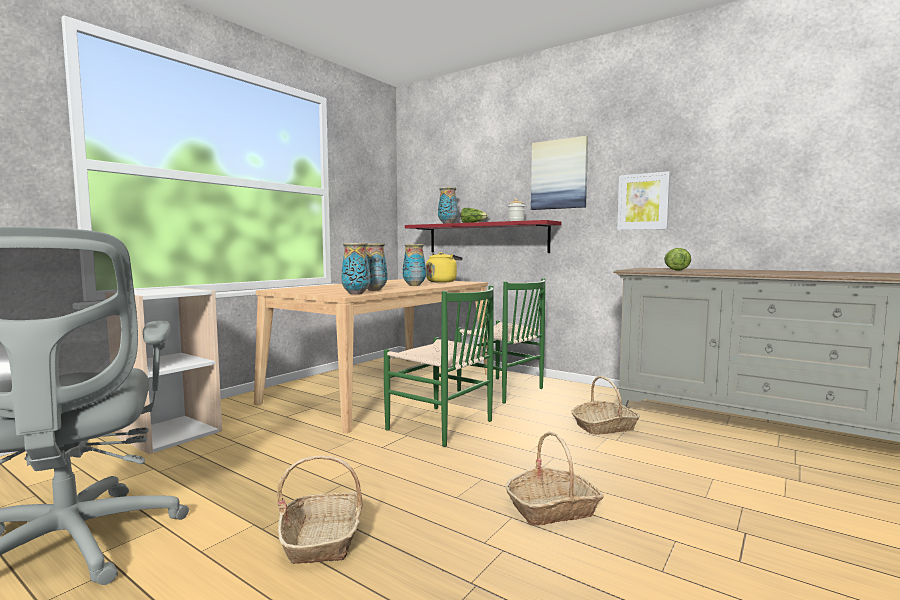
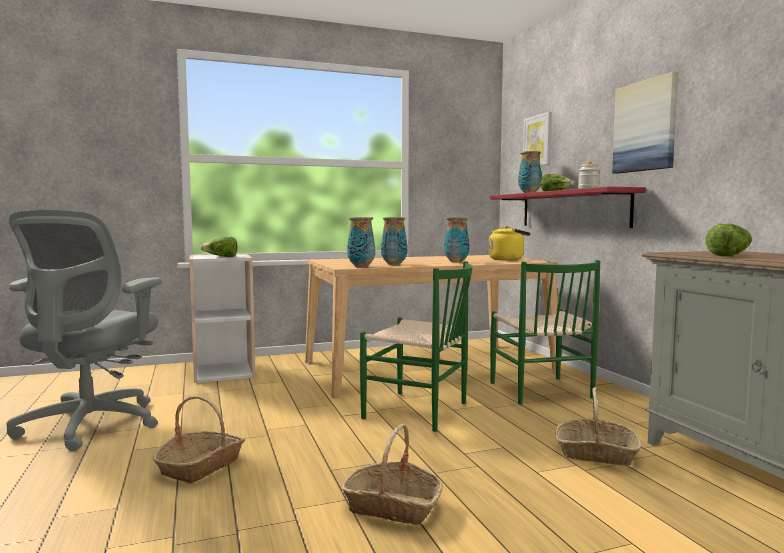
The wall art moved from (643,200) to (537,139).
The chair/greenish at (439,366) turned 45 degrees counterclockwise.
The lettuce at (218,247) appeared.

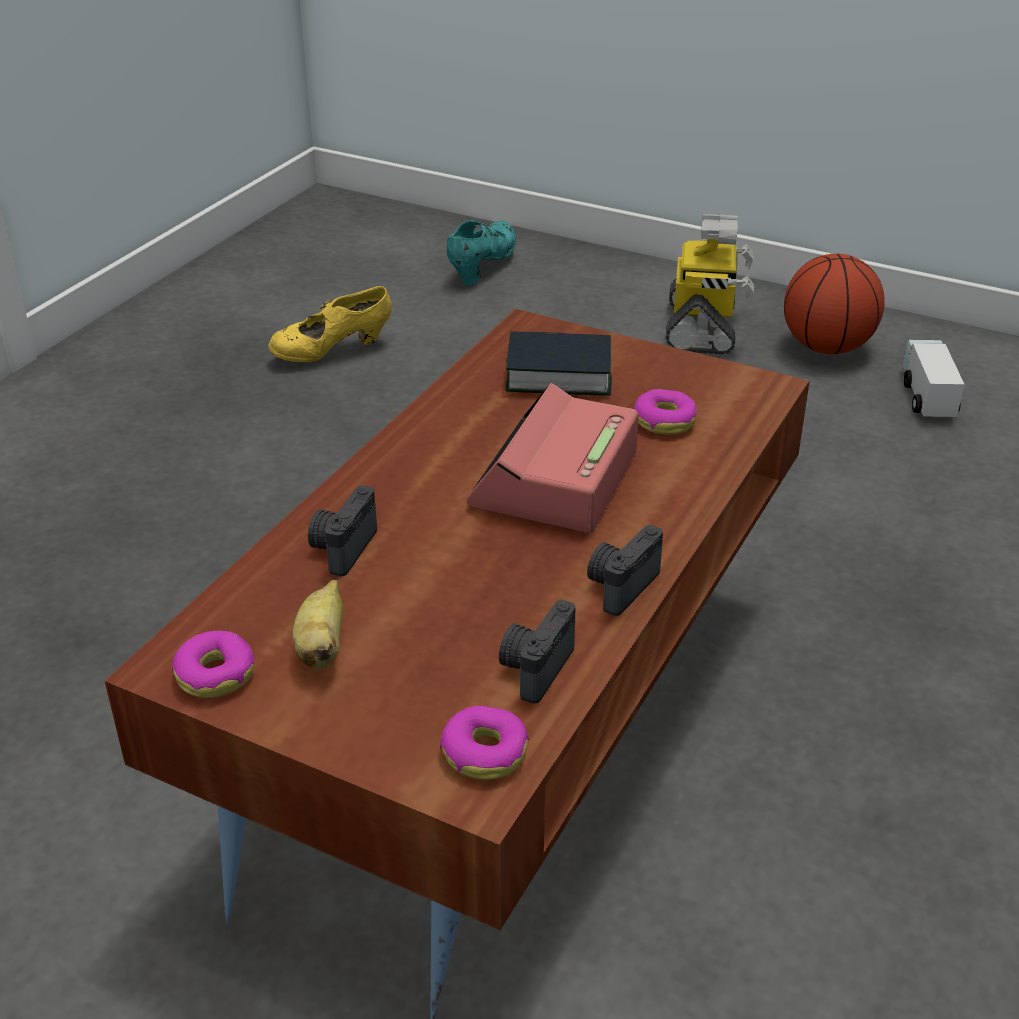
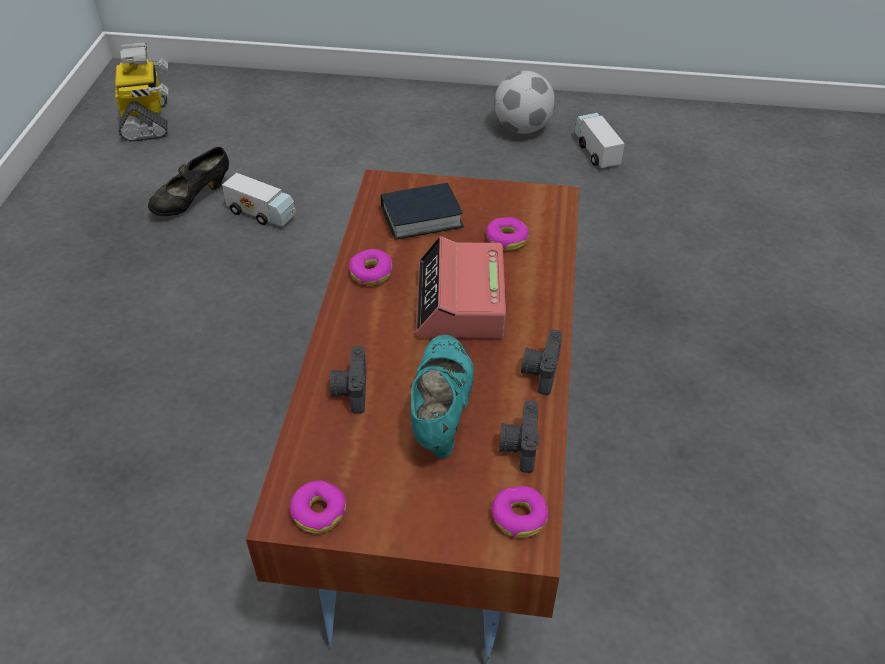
The toy robot moved from (710,284) to (141,92).
The low shoe/turquoise-coloured moved from (481,252) to (442,396).
The basketball ball at (834,304) was replaced by the football ball at (524,102).
The low shoe/yellow-coloured at (330,324) became the low shoe/black-coloured at (188,182).
The banana at (318,625) disappeared.
The model truck at (259,200) appeared.
The donut at (370,267) appeared.

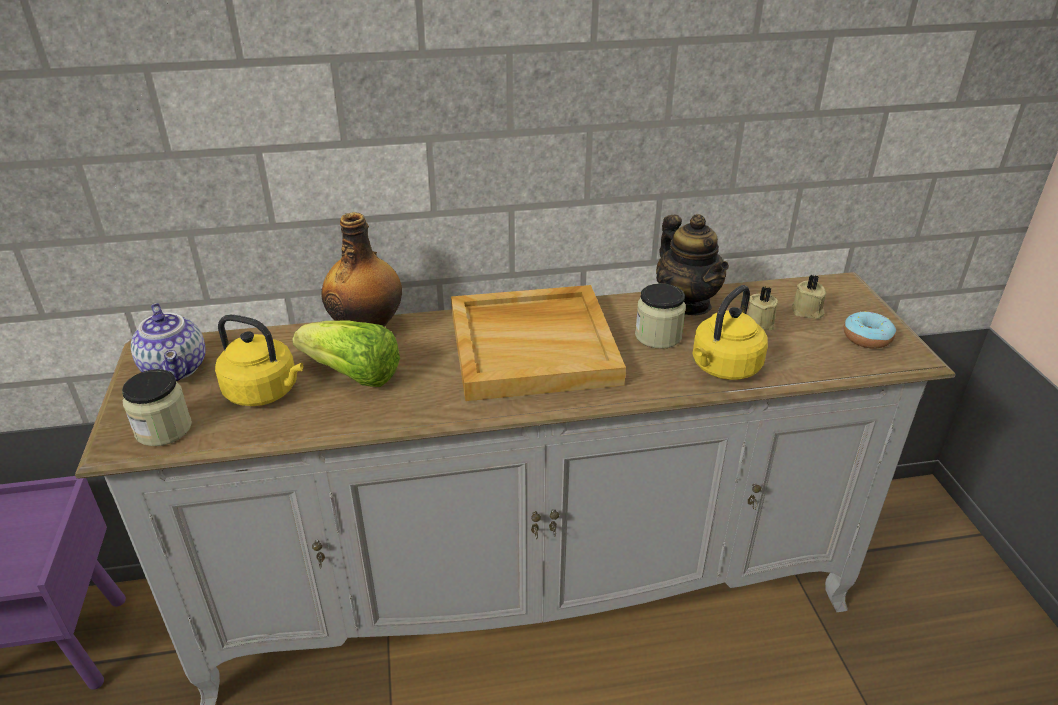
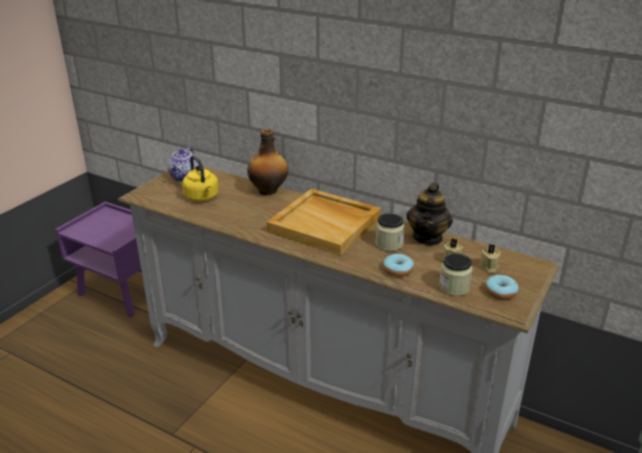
The tea kettle/yellow-coloured at (730,332) was replaced by the donut at (398,265).
The lettuce at (346,354) disappeared.
The preserve jar moved from (157,407) to (456,274).

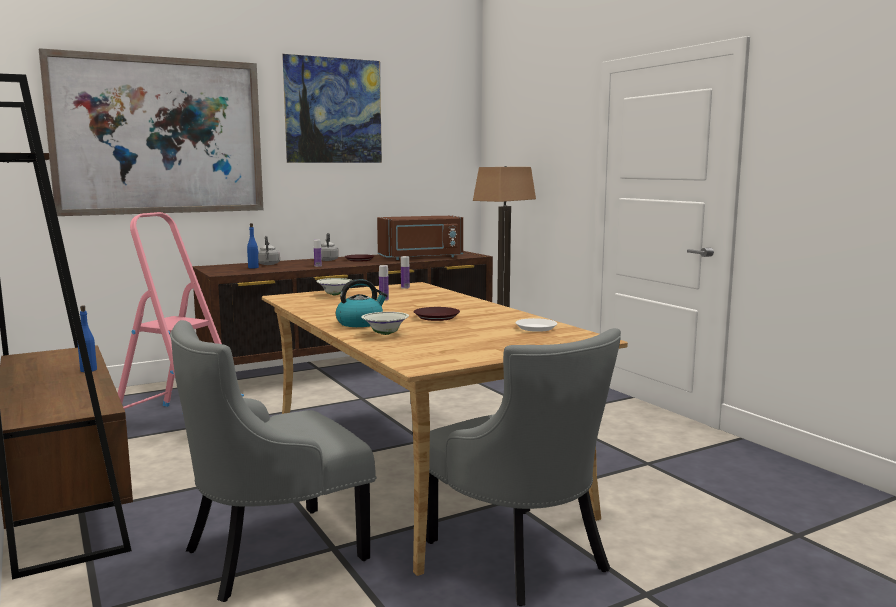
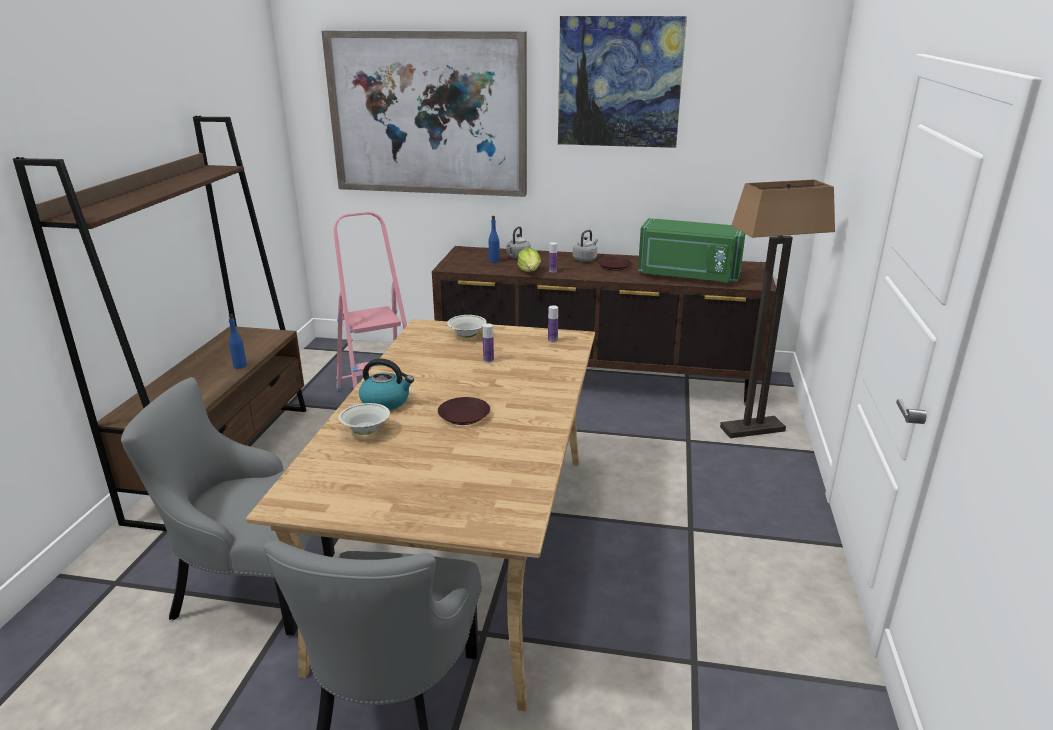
The microwave/brown-coloured at (420,237) became the microwave/greenish at (691,250).
The plate/white at (536,325) disappeared.
The lettuce at (529,260) appeared.

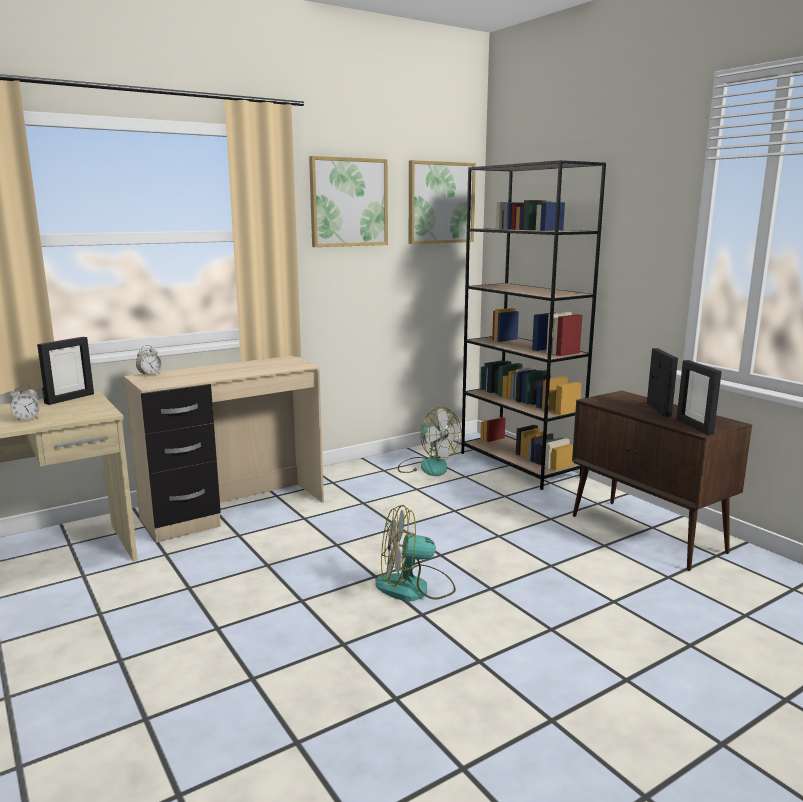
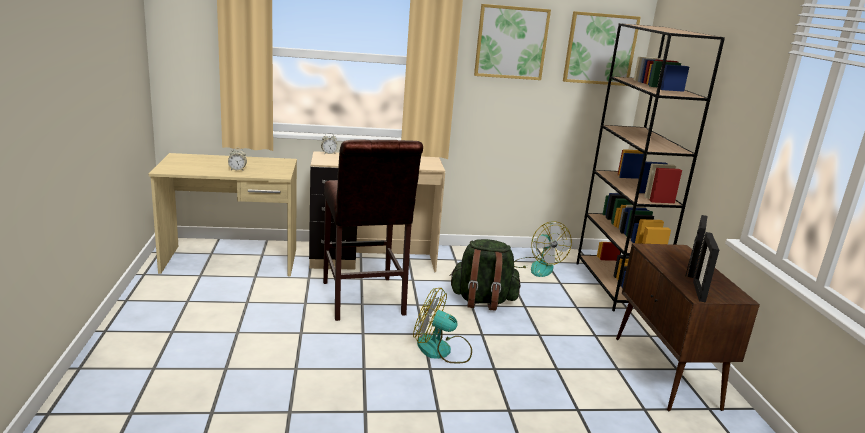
The standing frame at (65,371) disappeared.
The stool/brown-coloured at (373,230) appeared.
The backpack/greenish at (485,275) appeared.

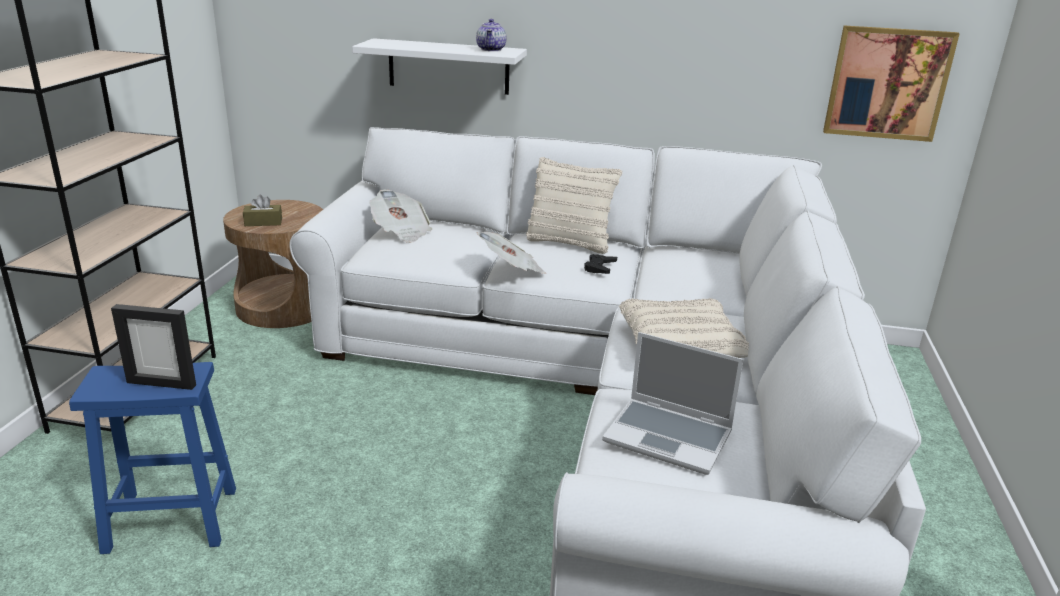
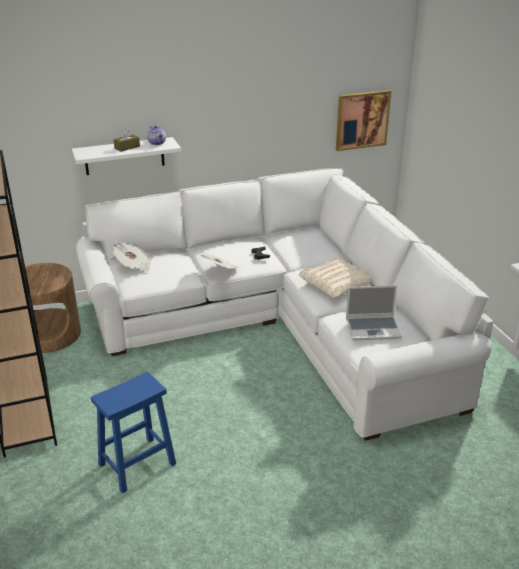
The pillow/beige at (574,205) disappeared.
The tissue box/brown-coloured moved from (262,210) to (126,140).
The standing frame at (153,347) disappeared.

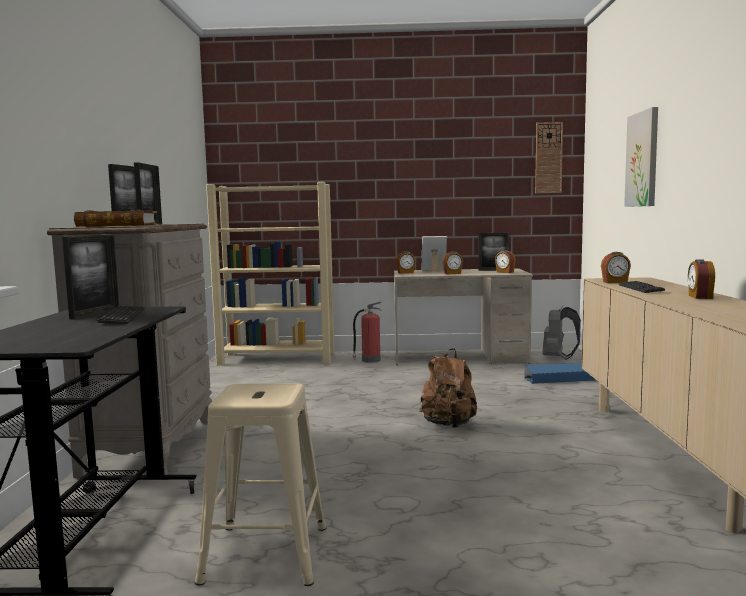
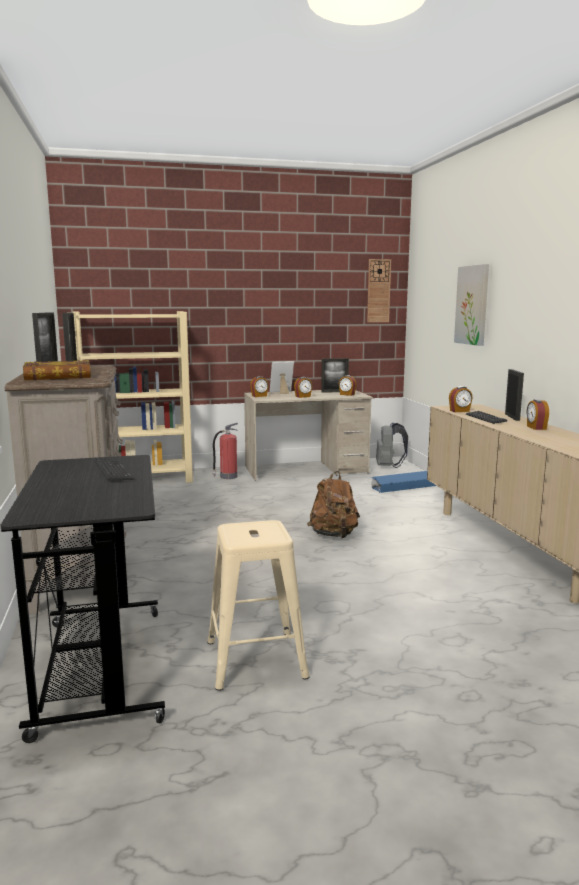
The standing frame moved from (90,277) to (514,395).

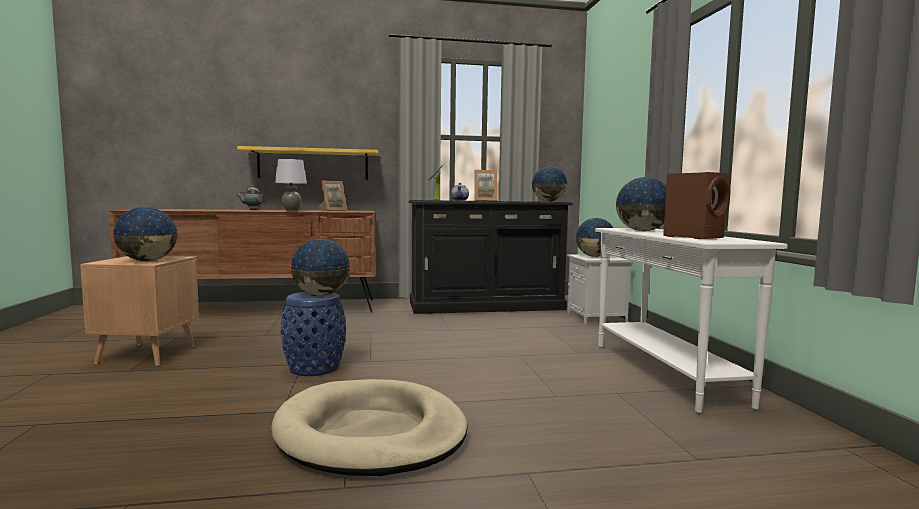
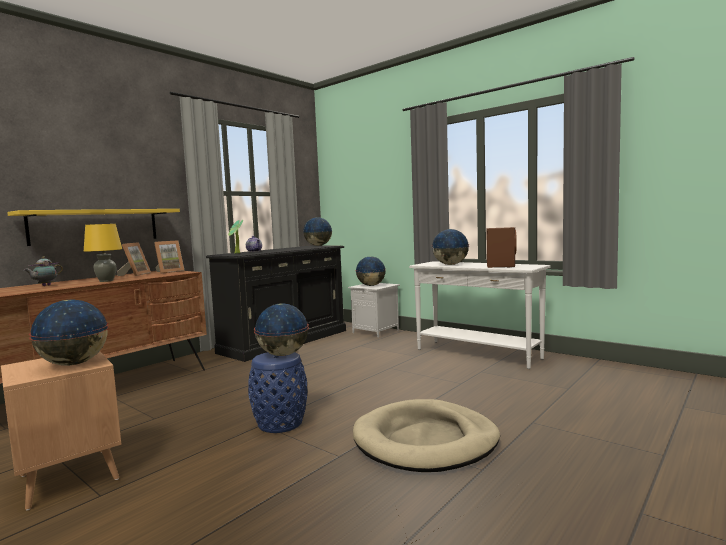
The table lamp/gray at (291,185) became the table lamp/yellow-coloured at (103,253).
The standing frame moved from (485,185) to (169,257).

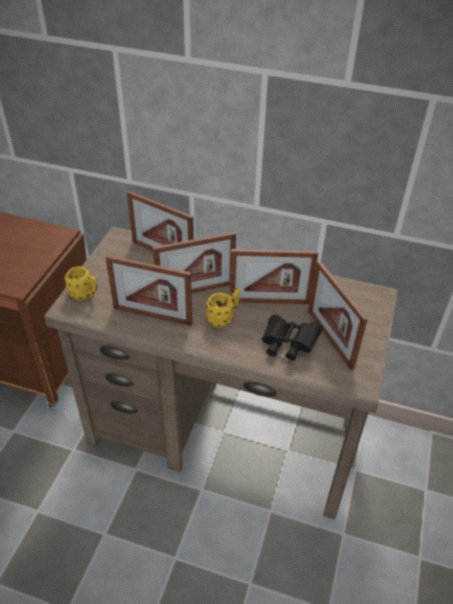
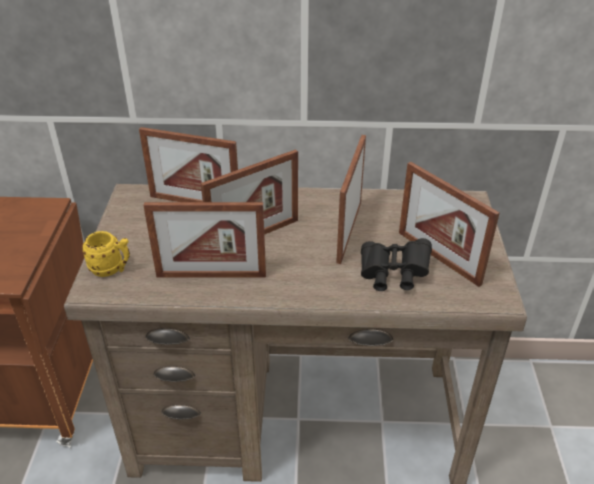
The standing frame at (274,276) turned 120 degrees clockwise.
The coffee mug/yellow-coloured at (223,308) disappeared.

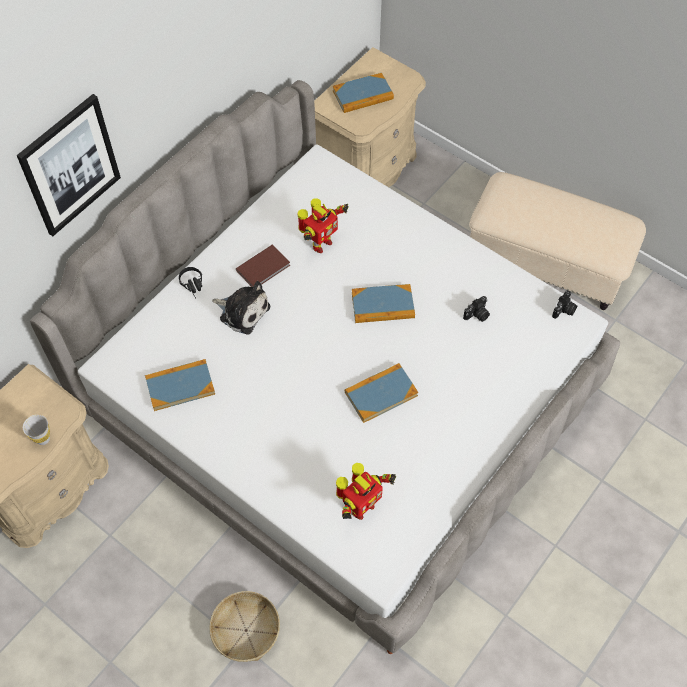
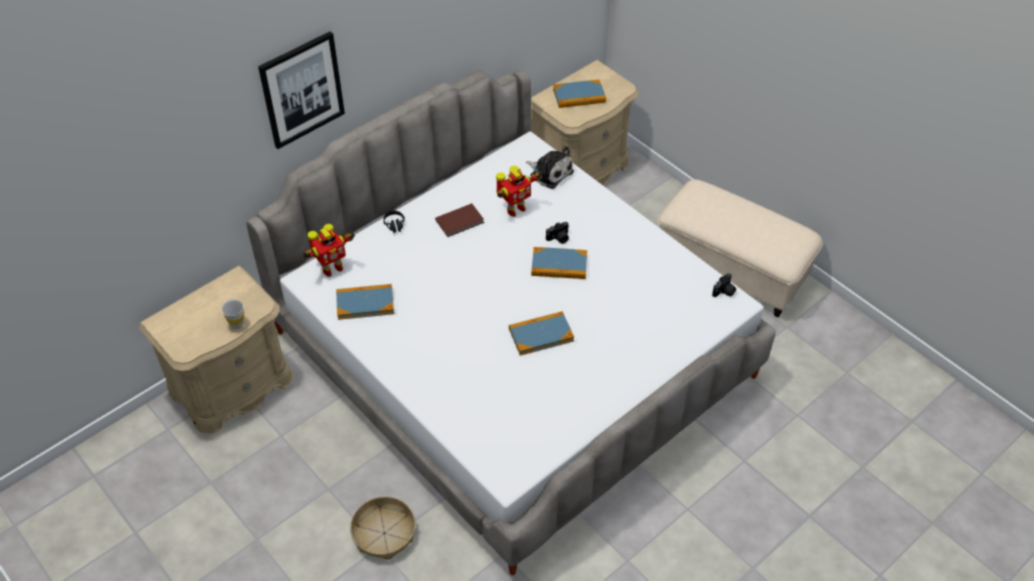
The cuddly toy moved from (241,308) to (550,167).
The photo camera moved from (476,309) to (557,233).
The toy robot moved from (366,491) to (329,250).

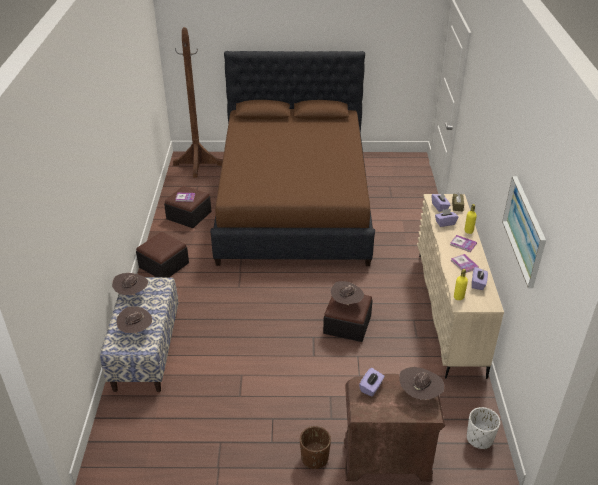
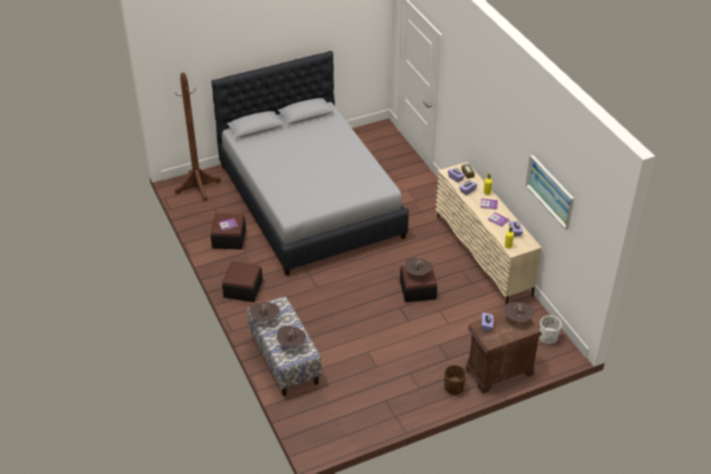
The bedroom bed/brown-coloured at (292,158) became the bedroom bed/gray at (310,163).

